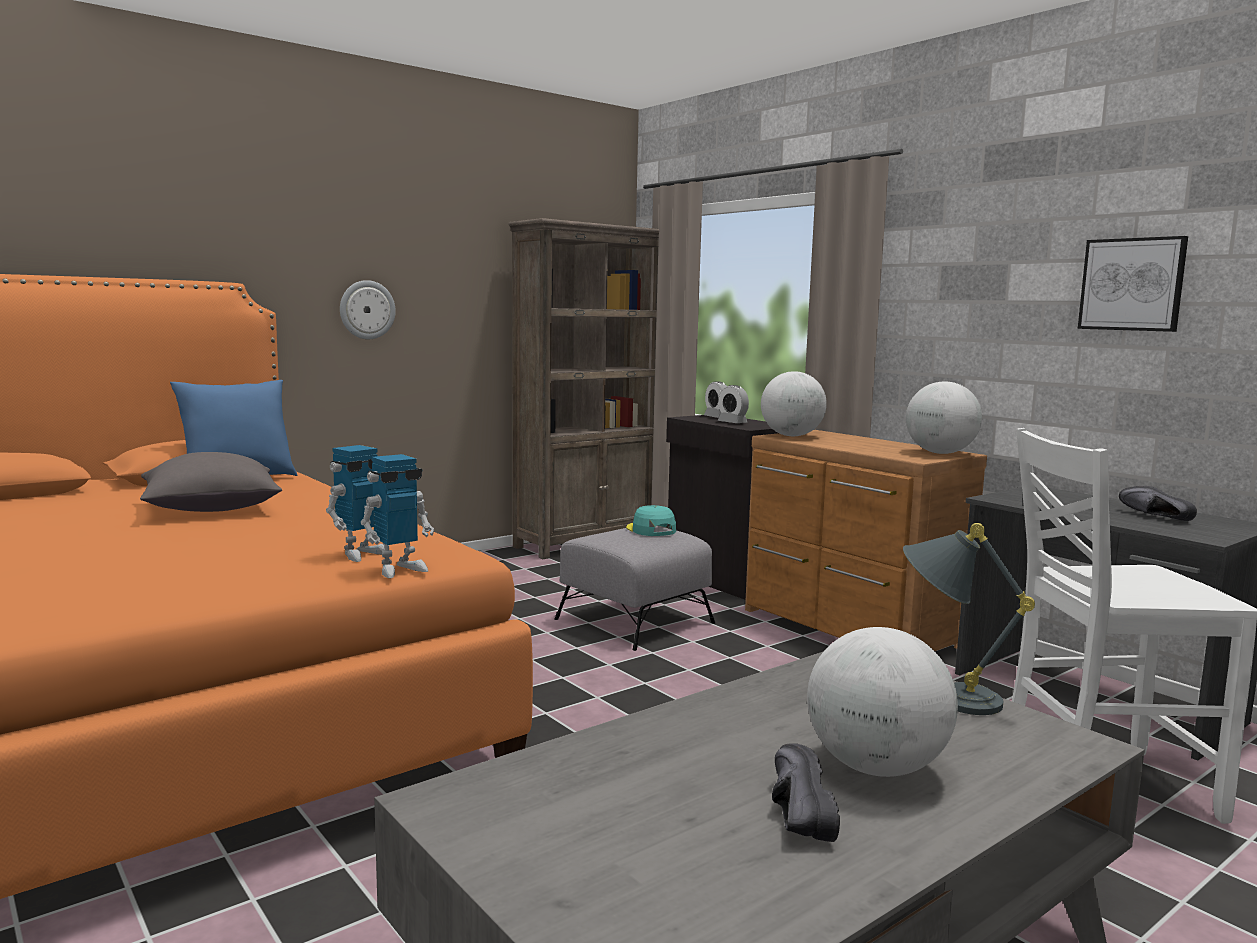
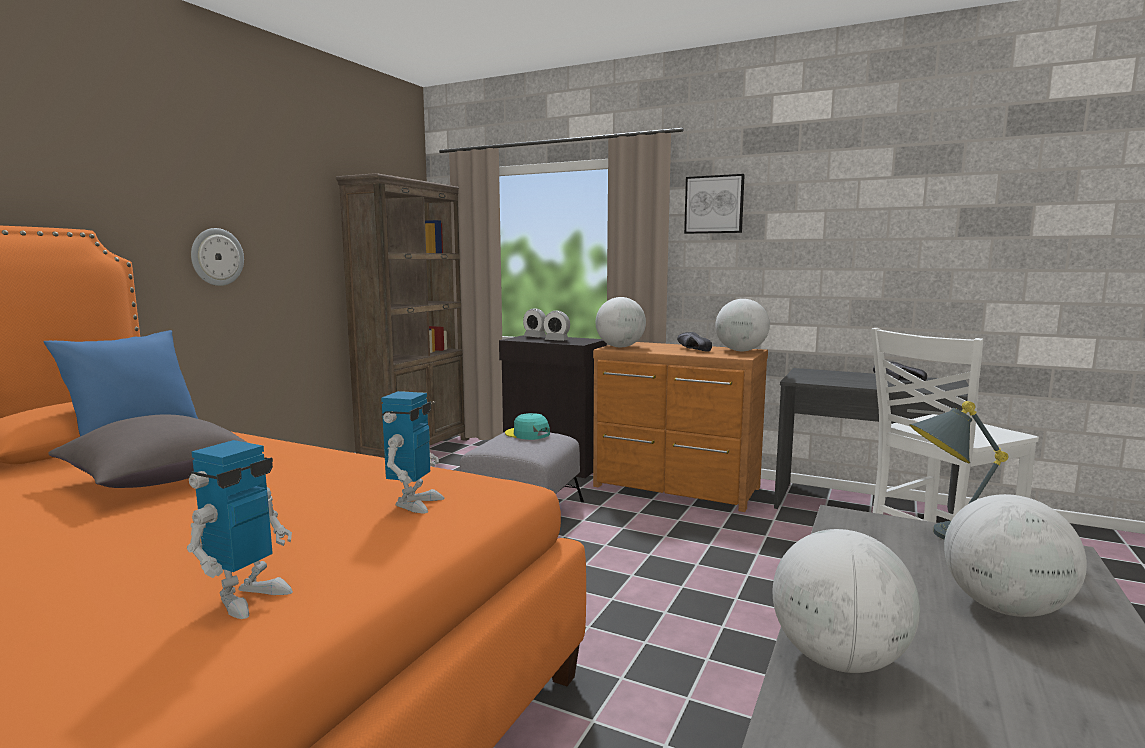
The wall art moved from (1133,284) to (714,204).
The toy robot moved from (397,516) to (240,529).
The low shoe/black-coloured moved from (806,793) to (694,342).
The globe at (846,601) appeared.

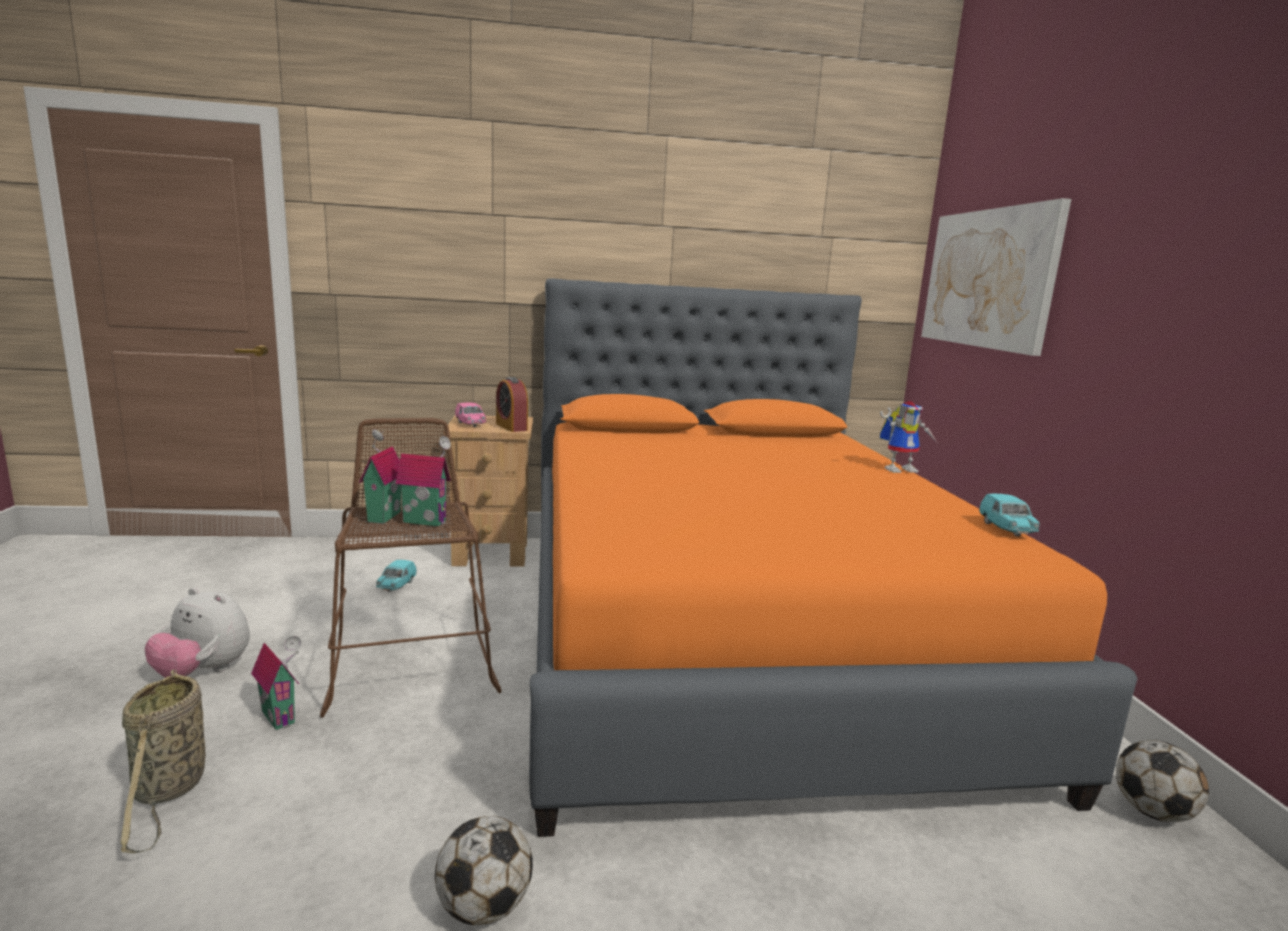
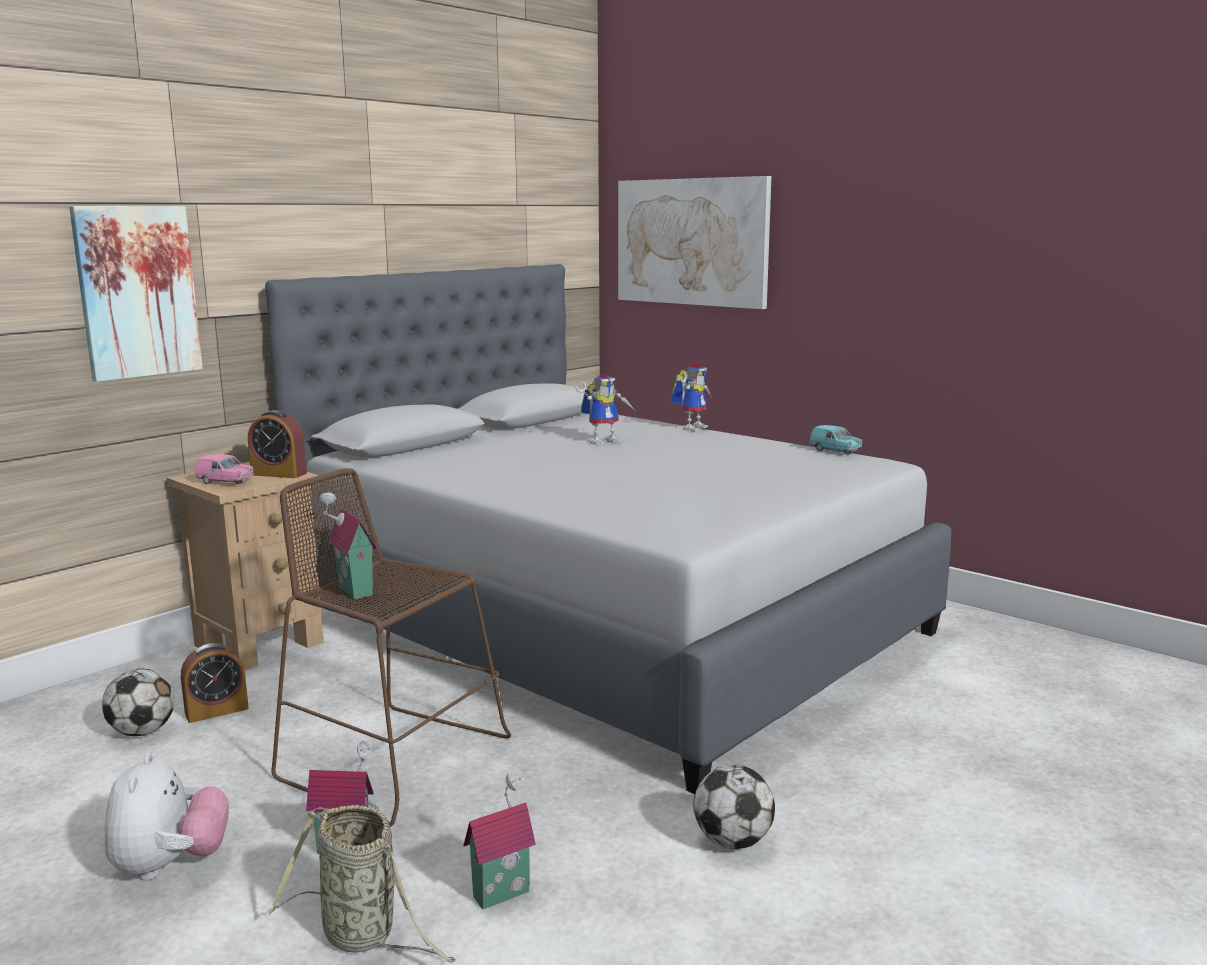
The bedroom bed/orange at (833,557) became the bedroom bed/gray at (608,529).
The toy house moved from (423,481) to (499,841).
The model car/turquoise-coloured at (396,576) was replaced by the alarm clock at (215,683).
The cuddly toy at (197,633) turned 75 degrees counterclockwise.
The football ball moved from (1162,781) to (138,702).
The wall art at (136,294) appeared.
The toy robot at (605,409) appeared.

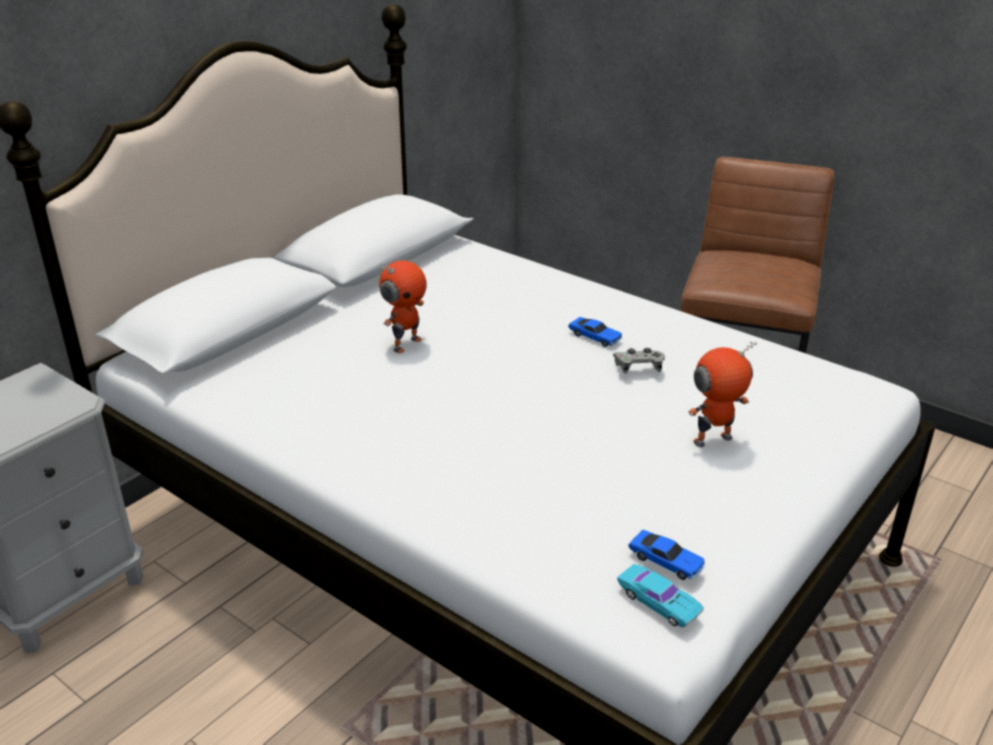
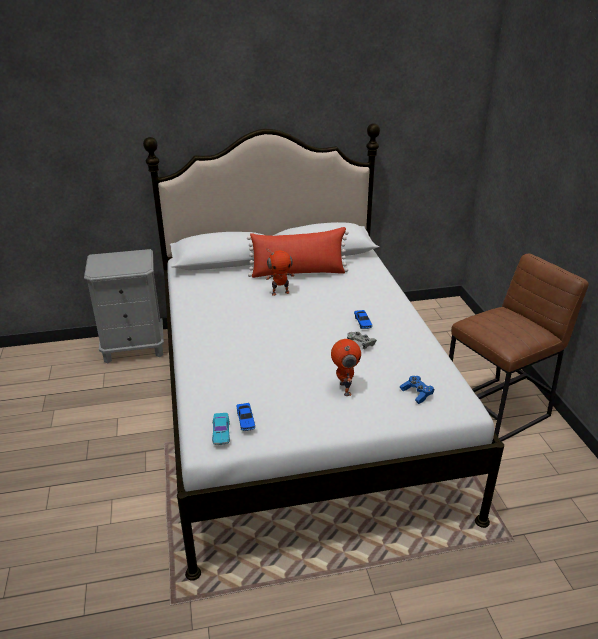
The toy robot at (722,394) turned 60 degrees clockwise.
The pillow/red-coloured at (298,252) appeared.
The gamepad/blue-coloured at (417,390) appeared.

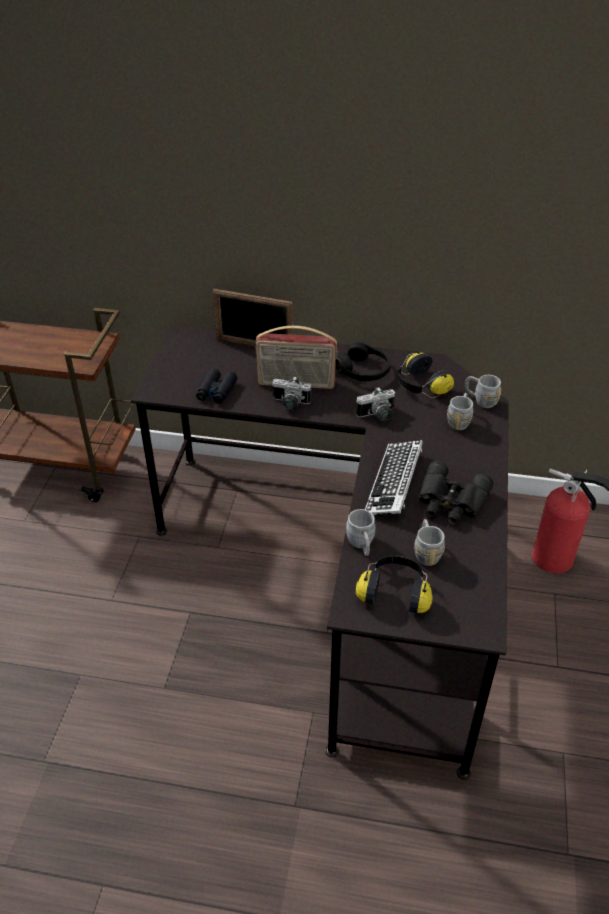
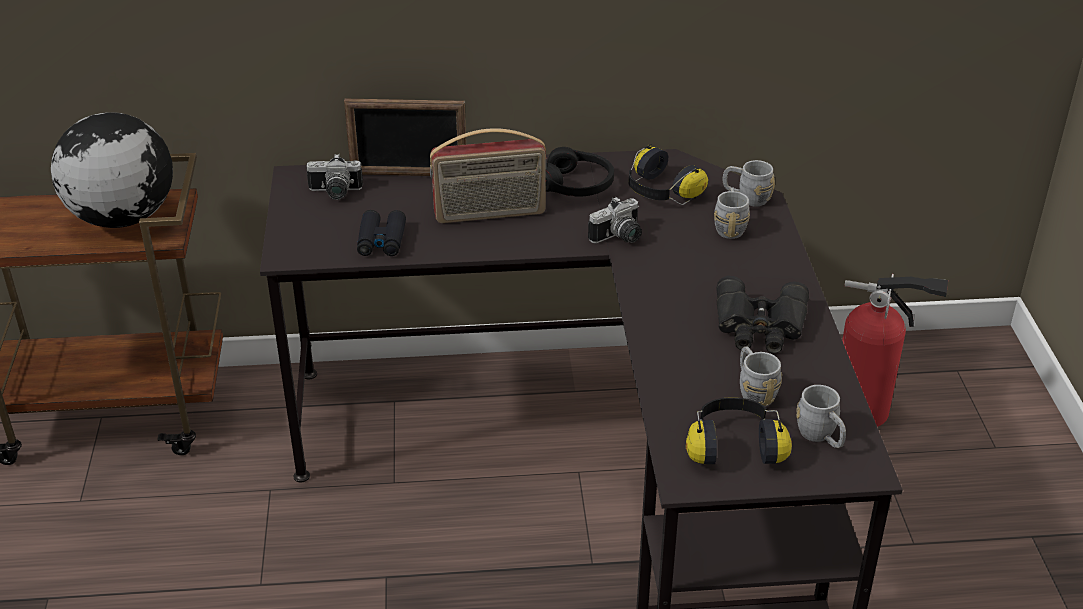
The photo camera moved from (292,394) to (334,177).
The PC keyboard at (394,477) disappeared.
The coffee mug/gray moved from (361,532) to (821,416).
The globe at (112,170) appeared.

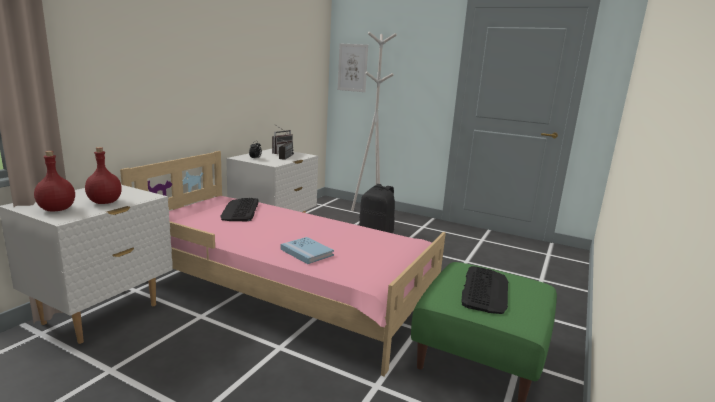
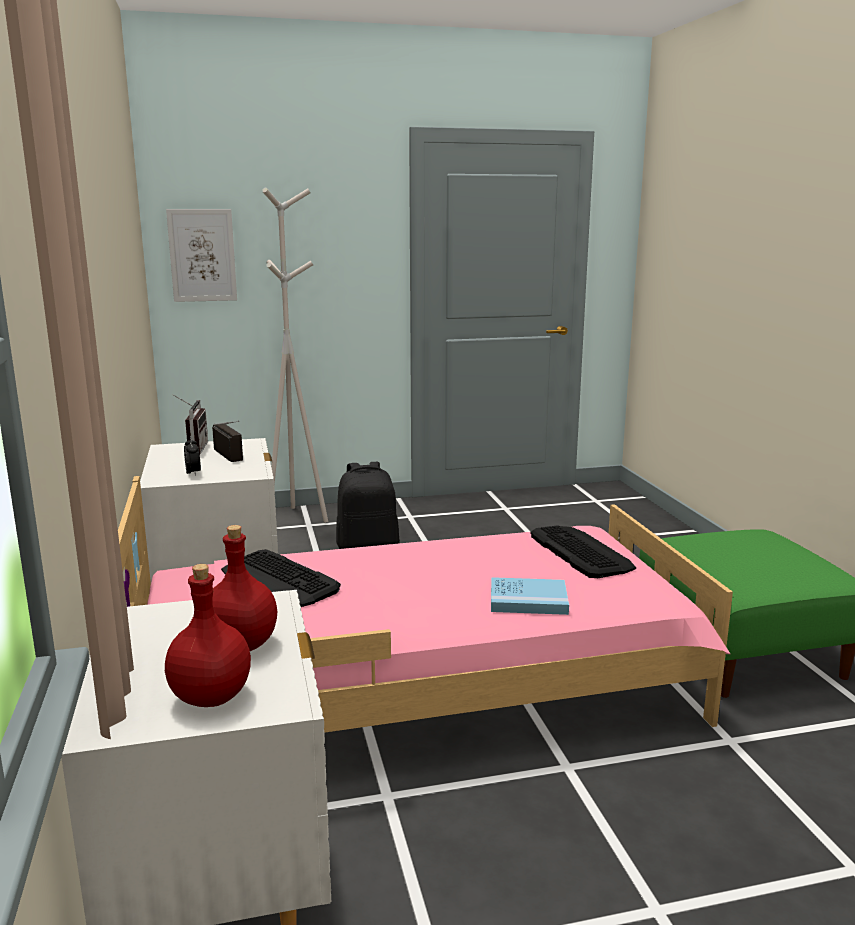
The PC keyboard moved from (484,290) to (583,551).

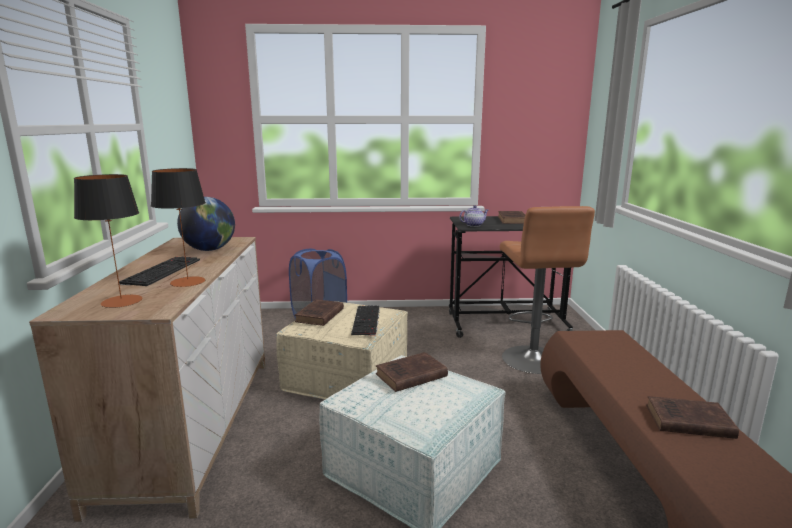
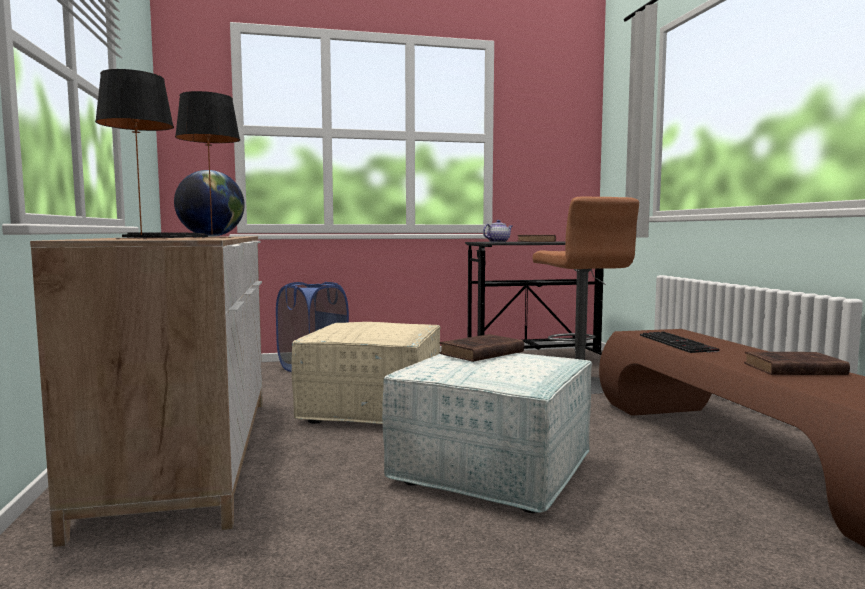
The volume/brown-coloured at (319,312) disappeared.
The PC keyboard moved from (365,320) to (680,342).

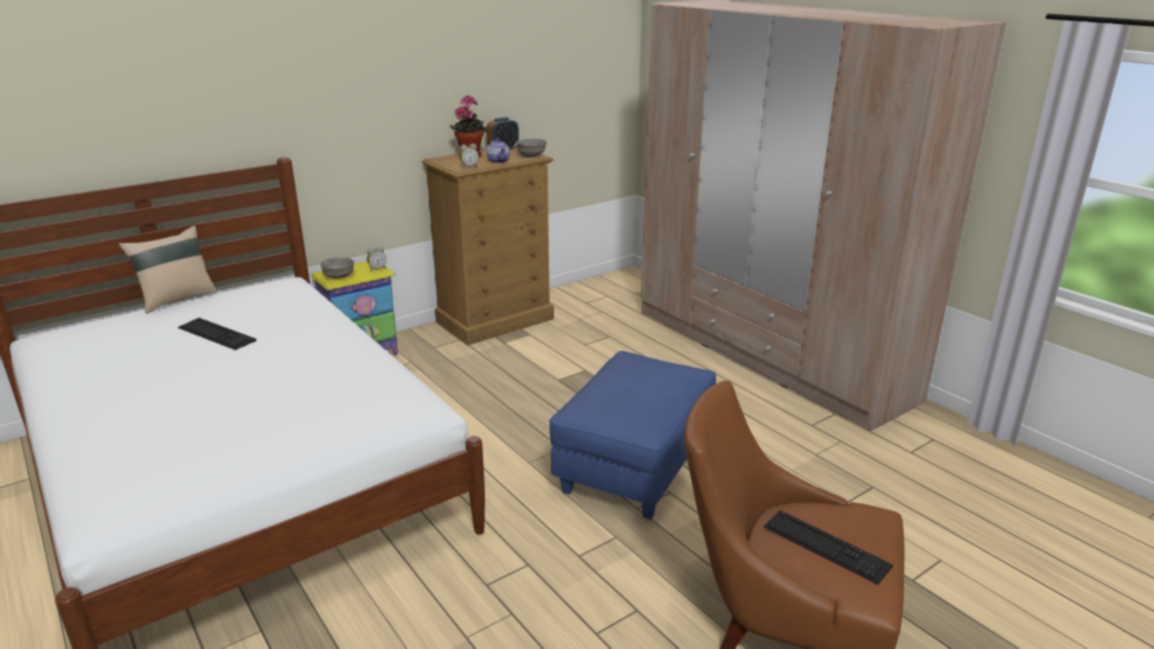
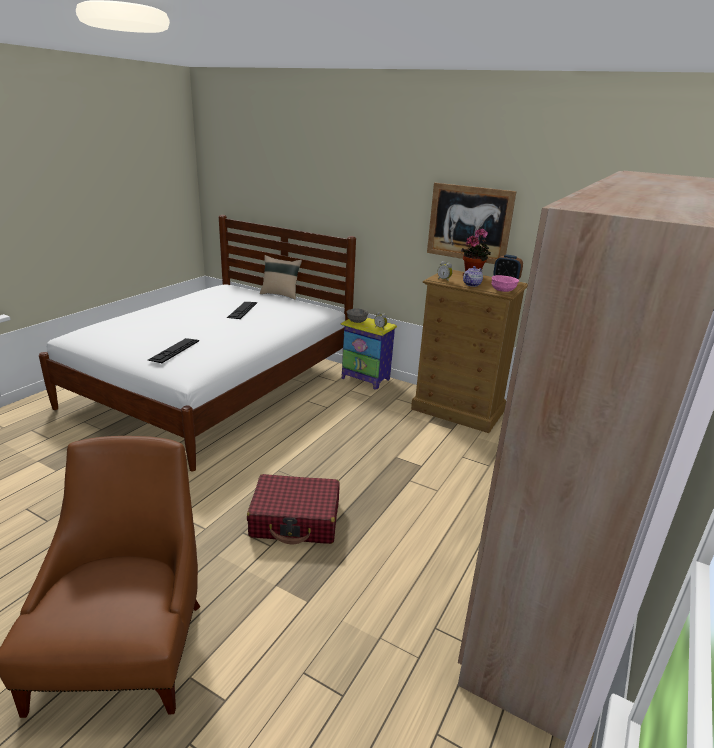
The bowl/gray at (531,148) became the bowl/pinkish at (505,283).
The ottoman/blue-coloured at (632,435) was replaced by the piece of luggage/red-coloured at (293,509).
The PC keyboard moved from (828,547) to (173,350).
The wall art at (471,223) appeared.

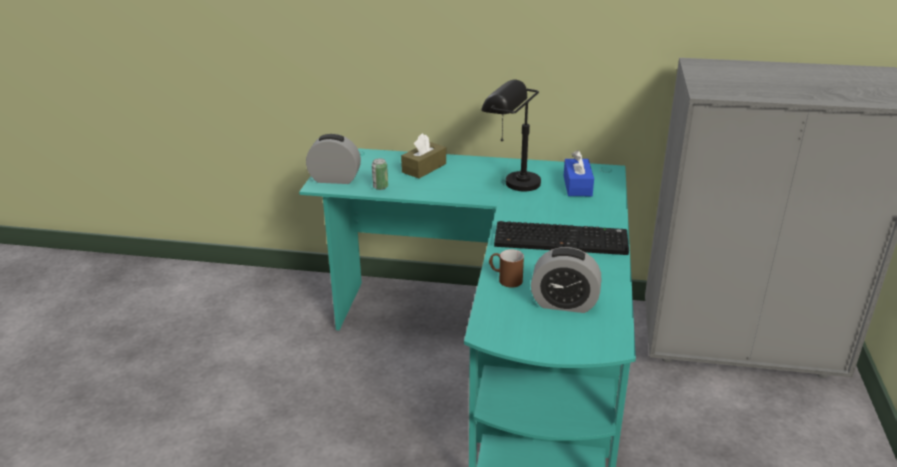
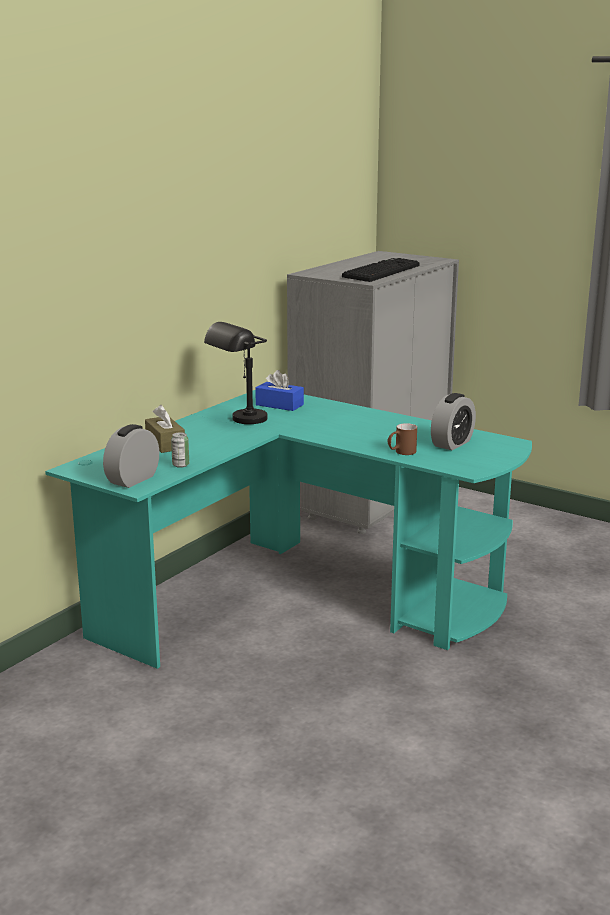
The PC keyboard moved from (561,238) to (381,270).

